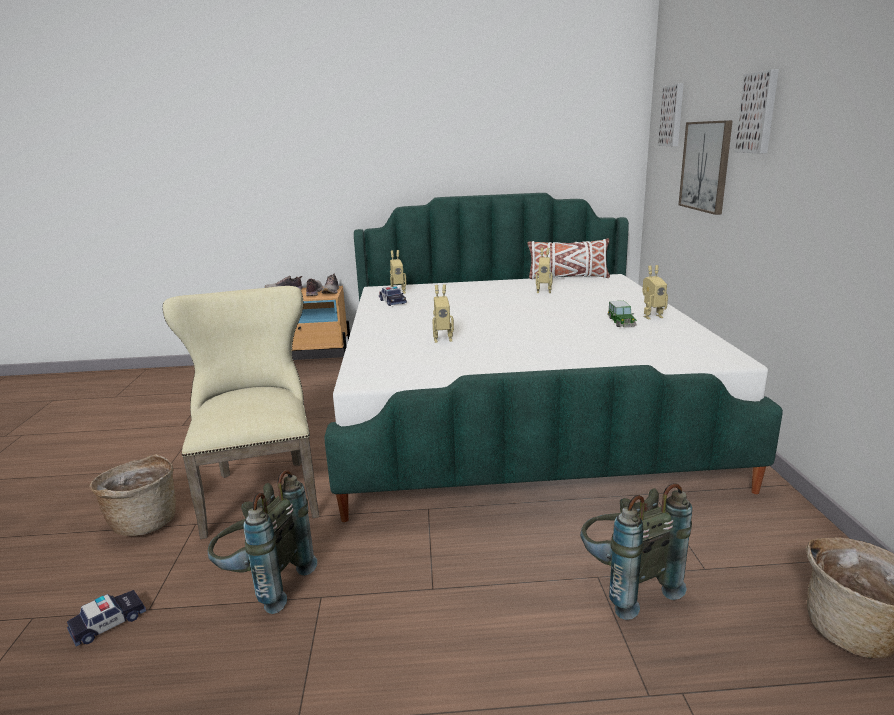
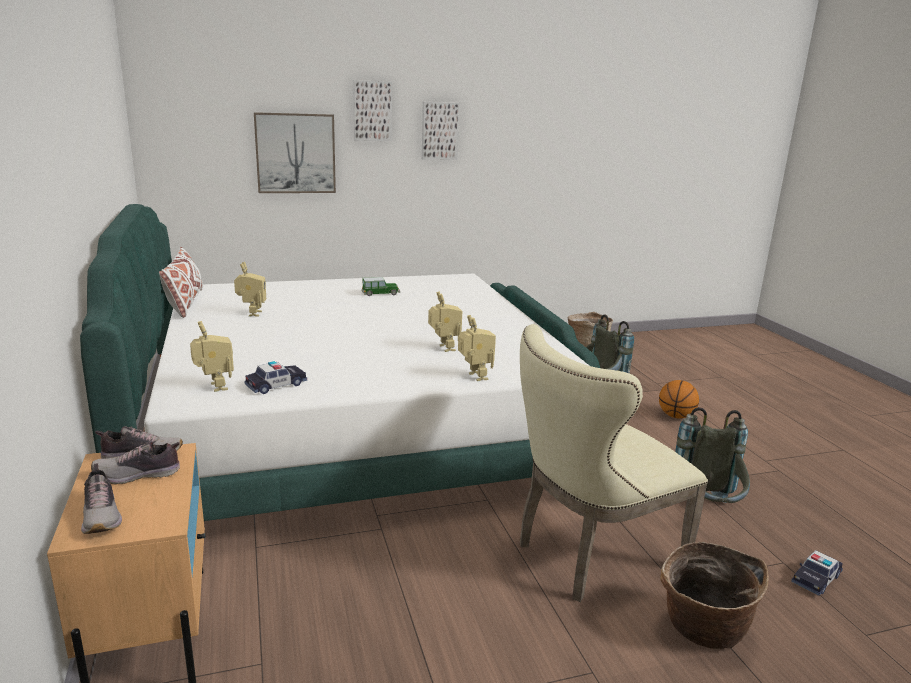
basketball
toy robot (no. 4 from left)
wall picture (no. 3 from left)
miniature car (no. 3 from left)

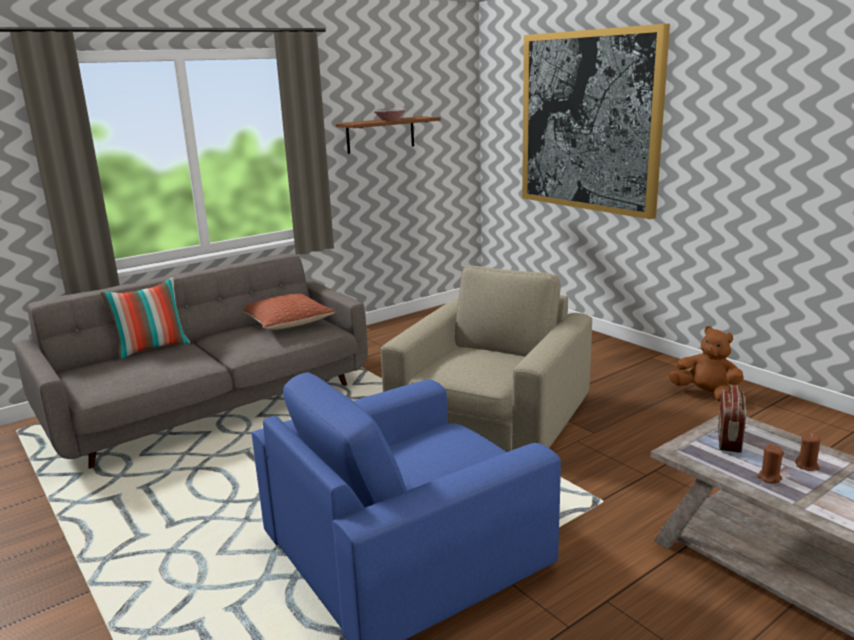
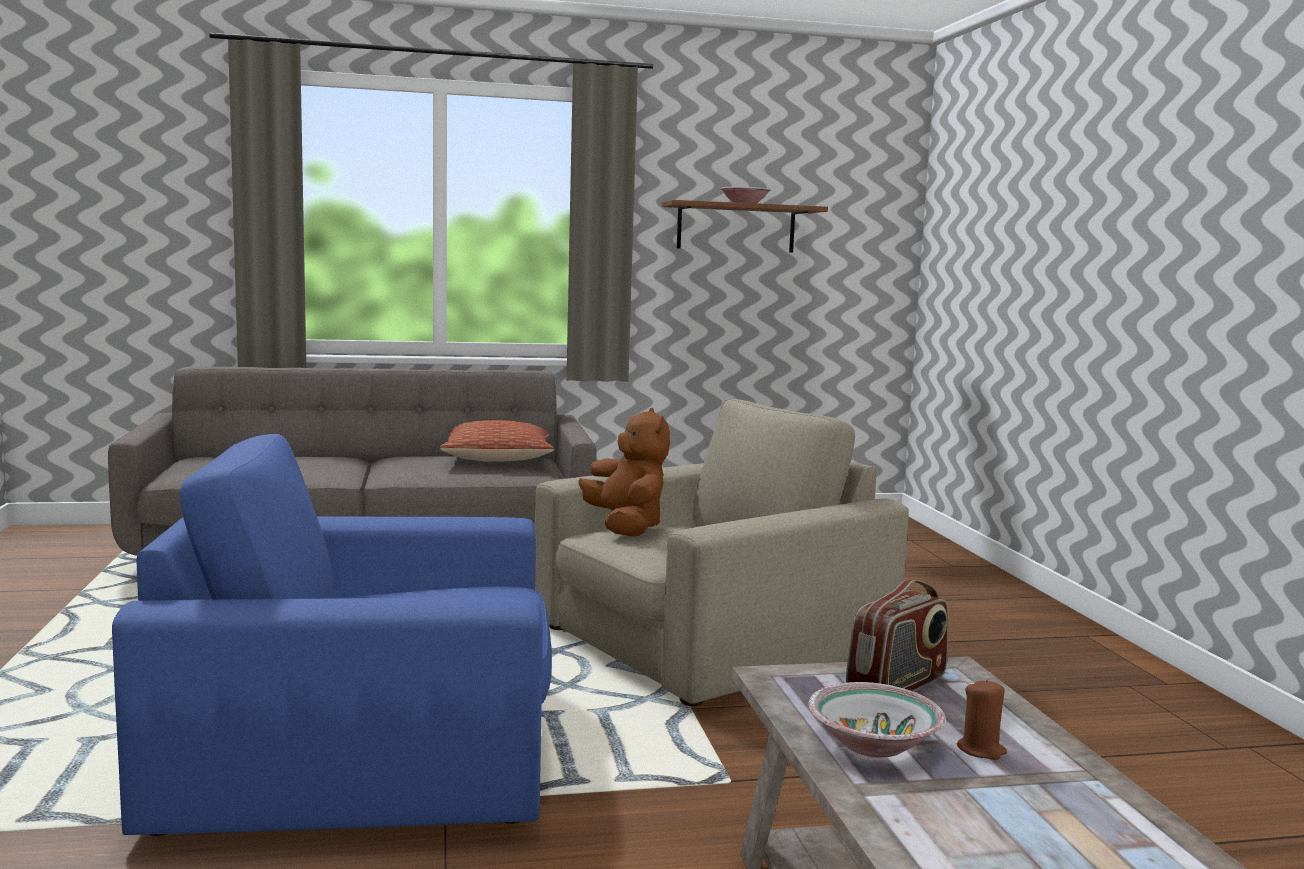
cushion (no. 1 from left in the first image)
wall picture
brownish plush toy
serving bowl (no. 2 from left)

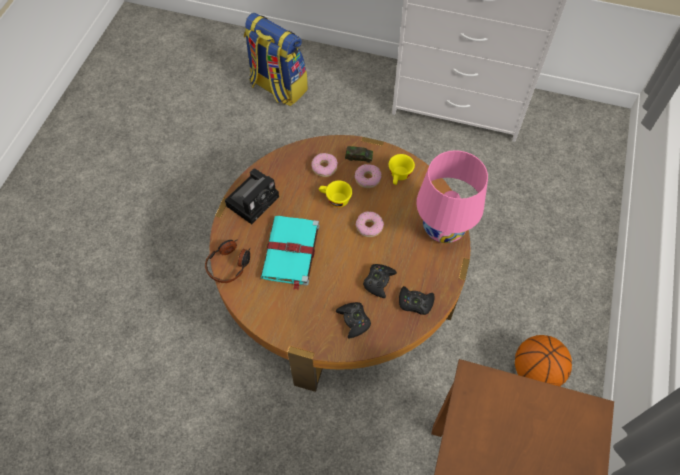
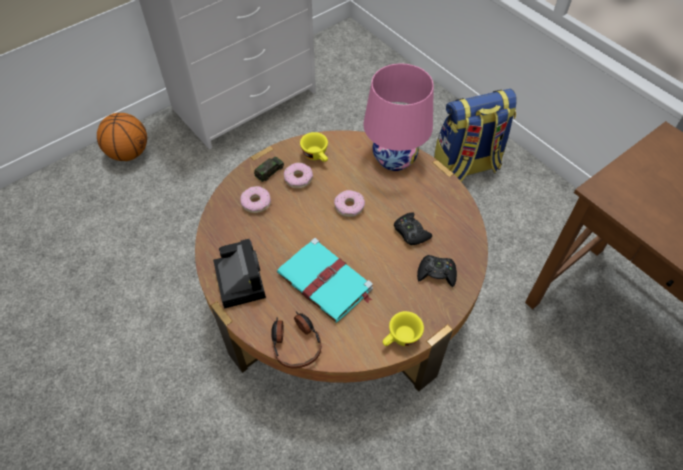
black-coloured gamepad (no. 3 from left in the first image)
rucksack
yellow-coloured drinking cup (no. 2 from left)
basketball

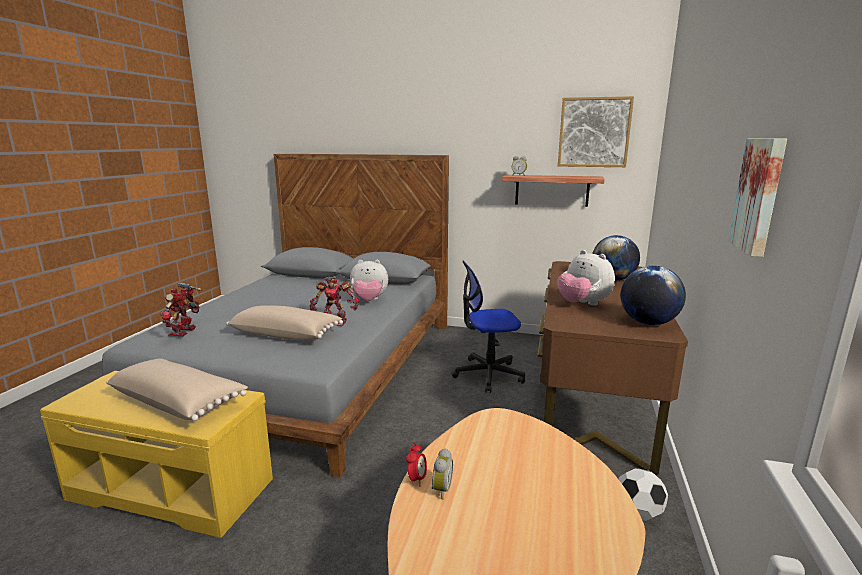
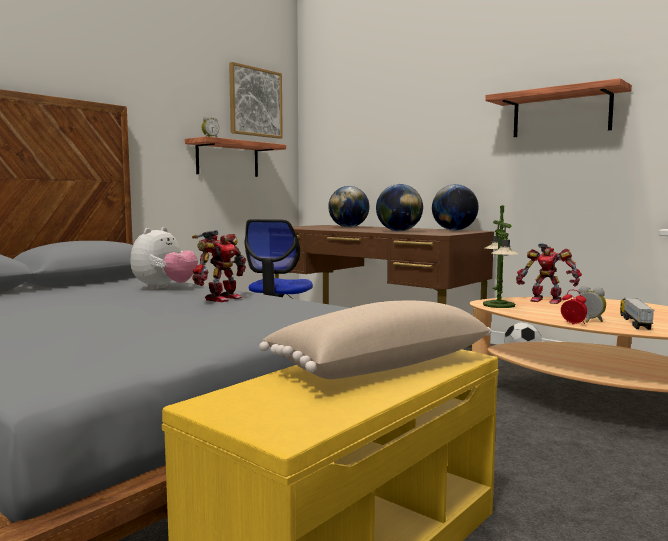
sand-coloured cushion (no. 2 from left in the first image)
lamp for a table
toy lorry
toy robot (no. 2 from left)
desk globe (no. 2 from left)
wall shelf (no. 2 from left)

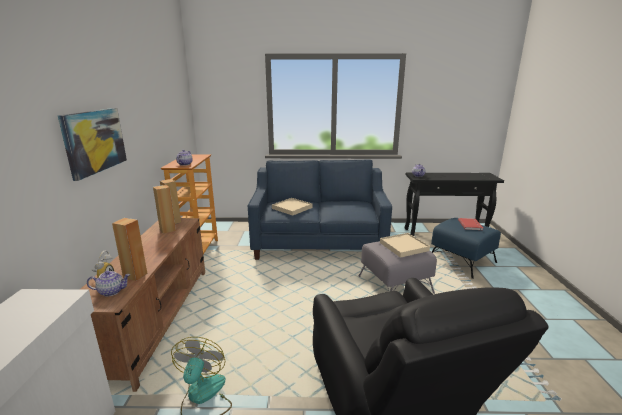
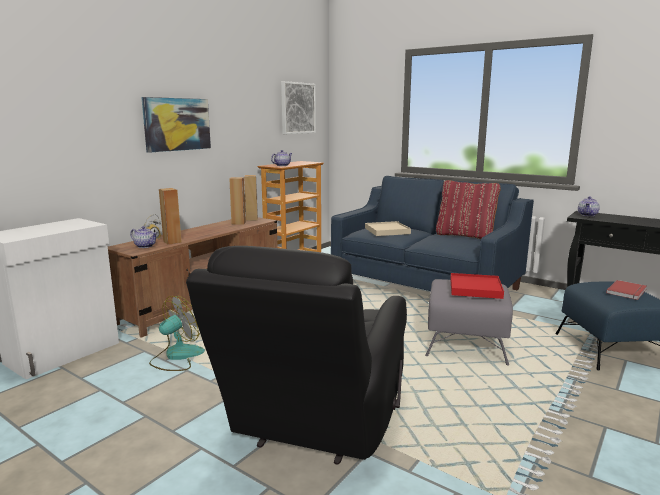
wall picture (no. 2 from left)
red-coloured cushion
red-coloured carrying tray

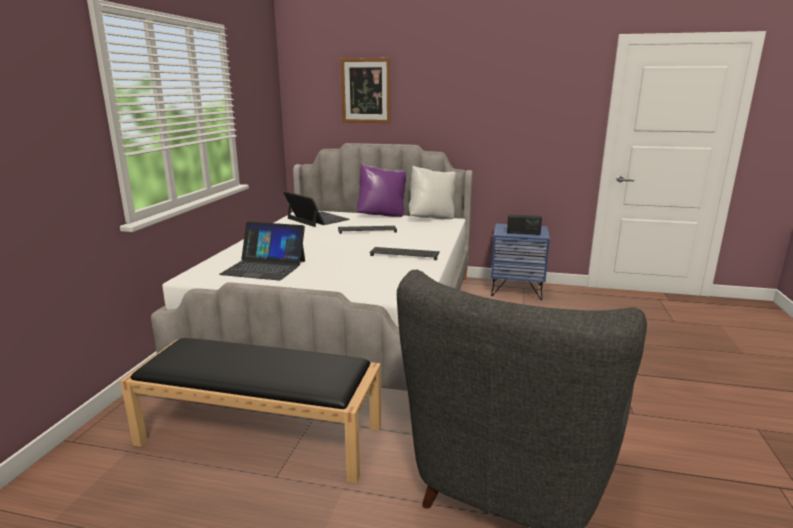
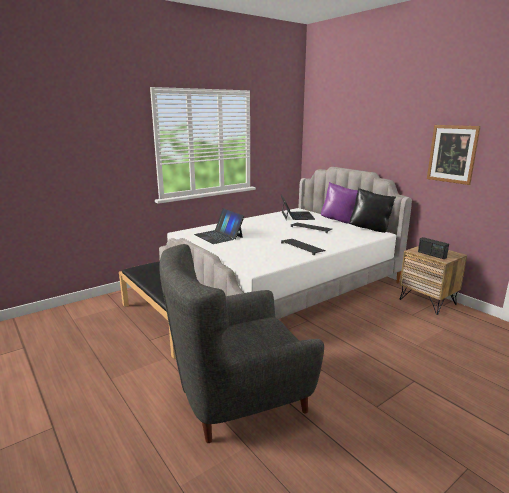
wall picture
black-coloured cushion
brownish bedside table

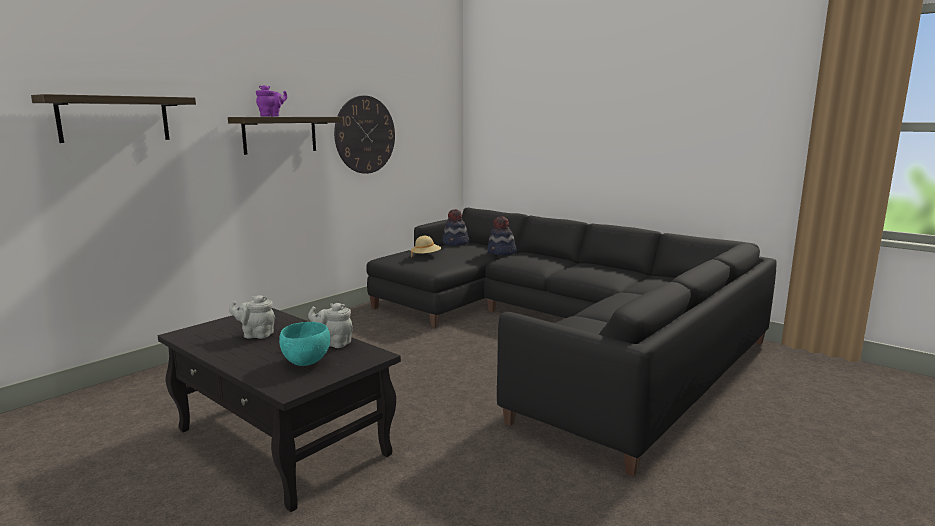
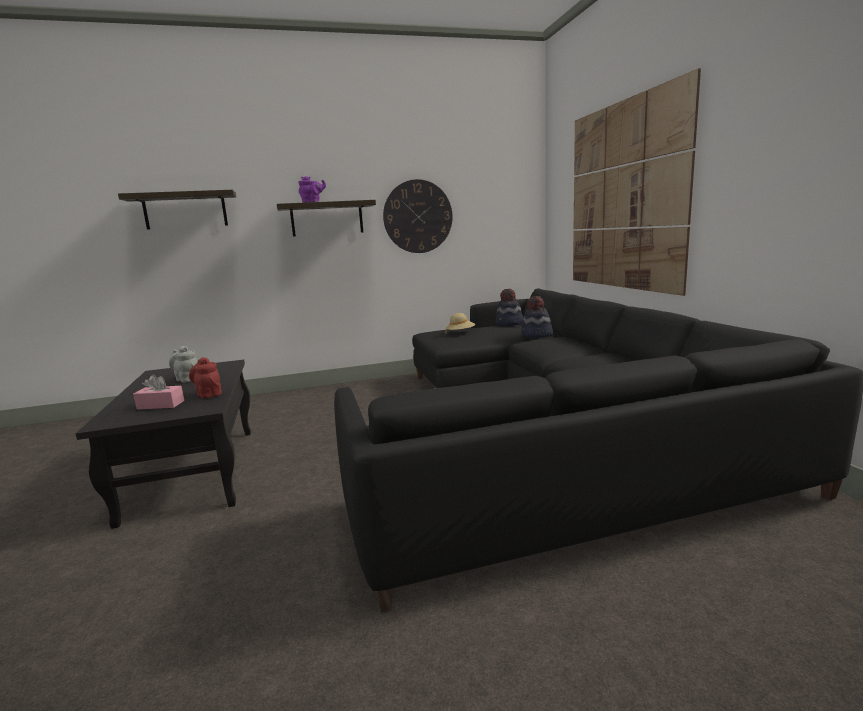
wall picture
pink-coloured tissue holder
red-coloured teapot

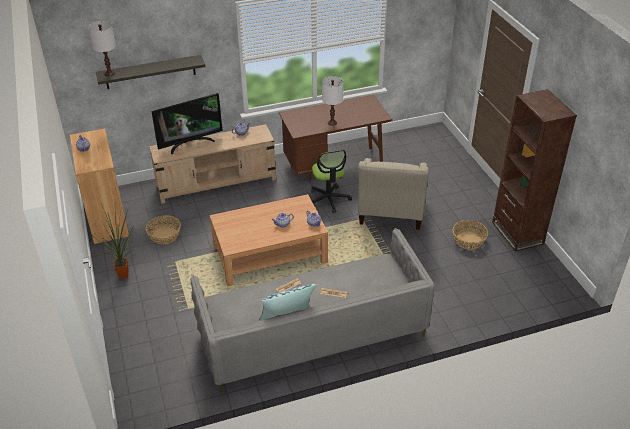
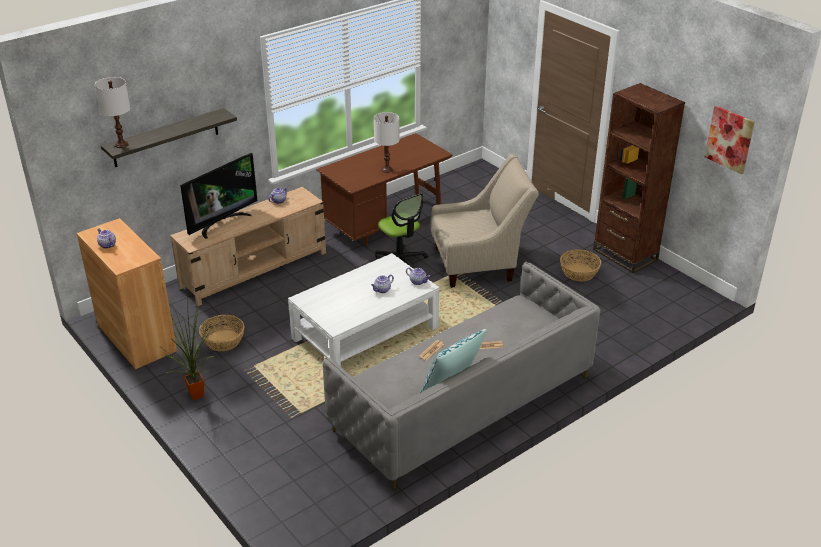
wall picture
white low table
sand-coloured easy chair

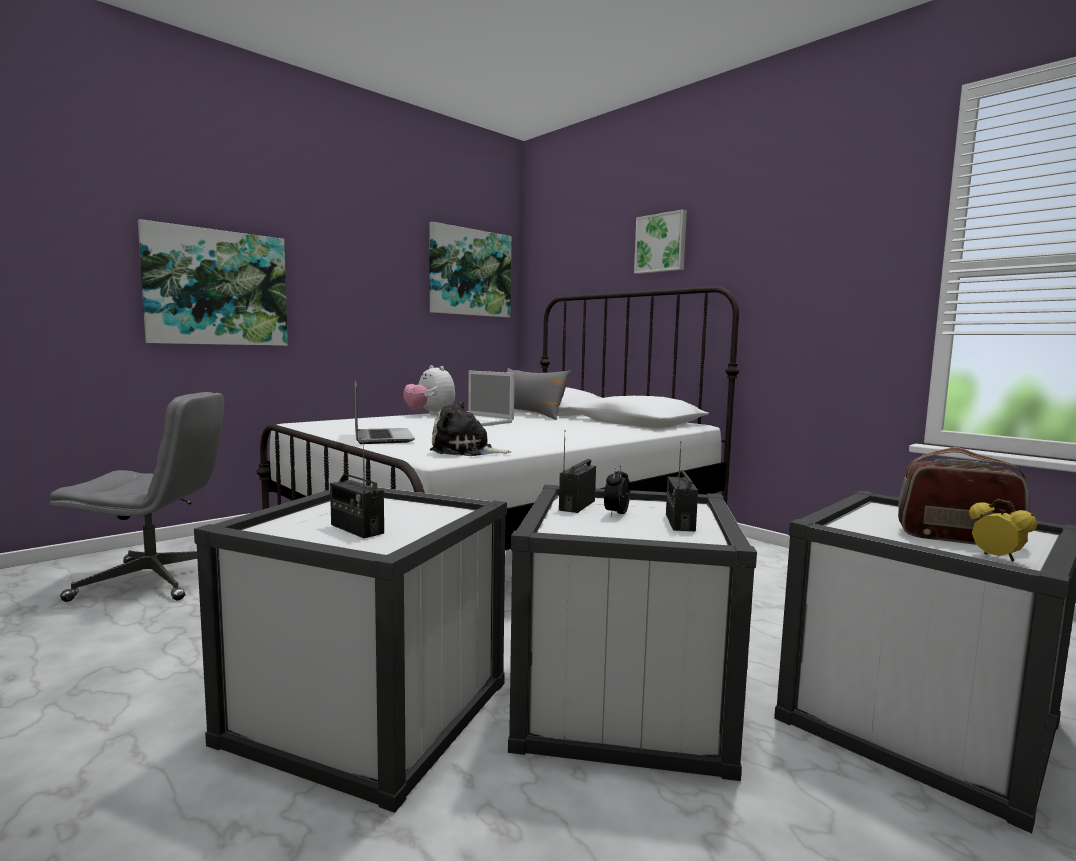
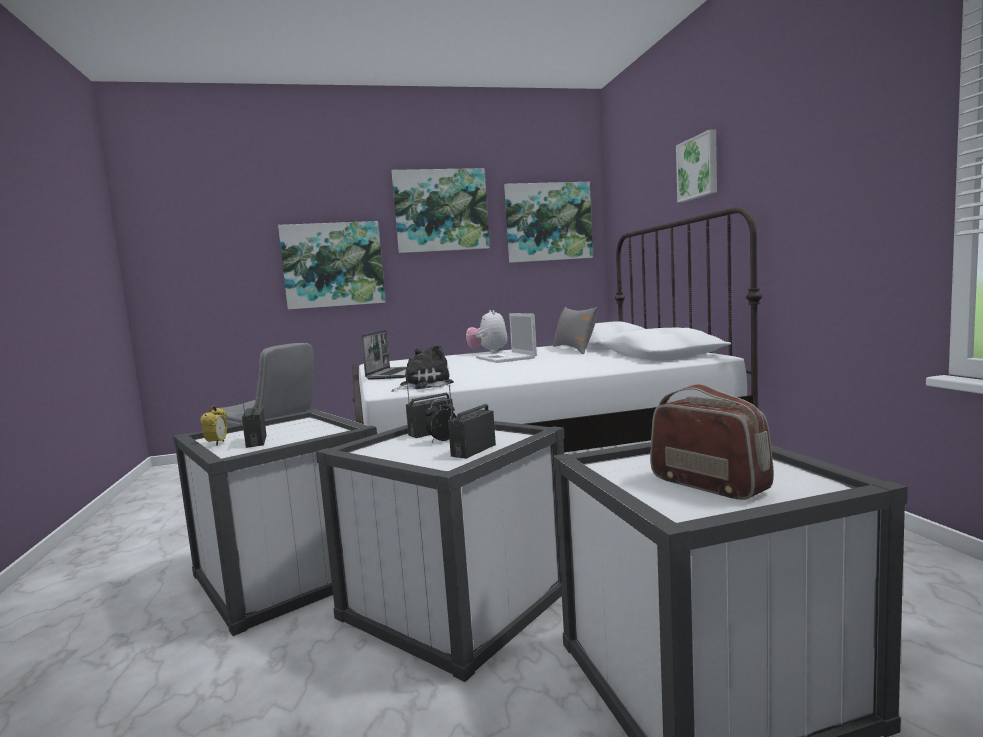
wall picture (no. 2 from left)
alarm clock (no. 1 from left)
plush toy (no. 1 from left)

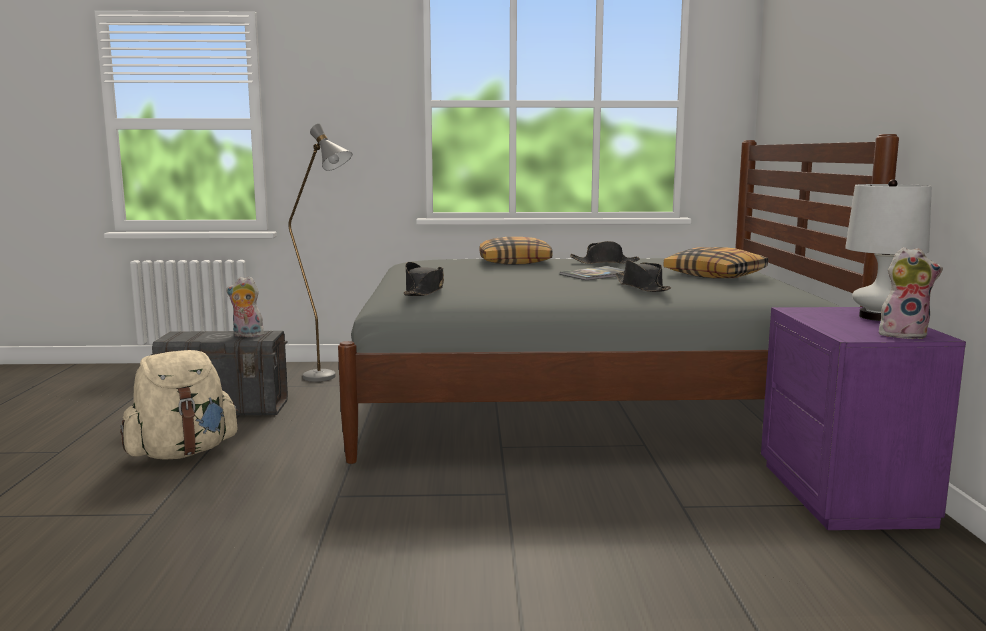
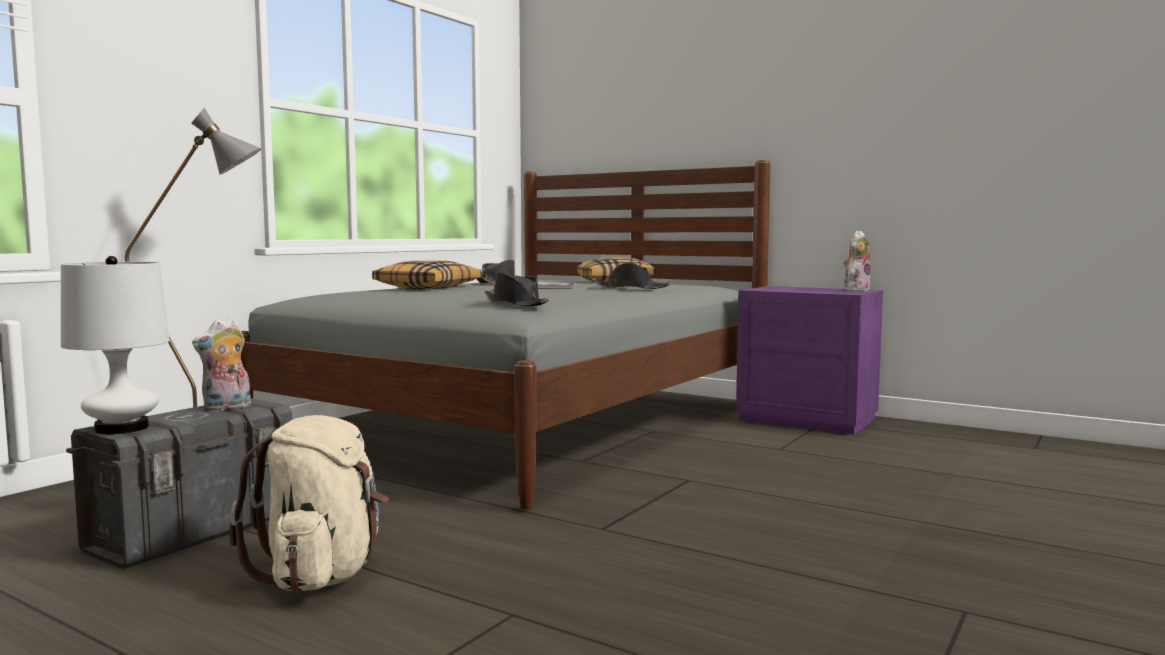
white lamp for a table

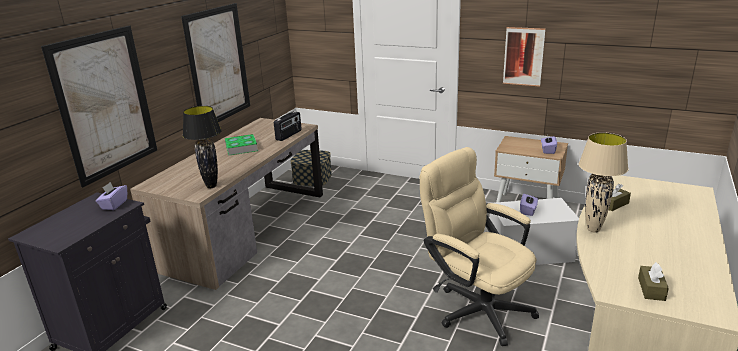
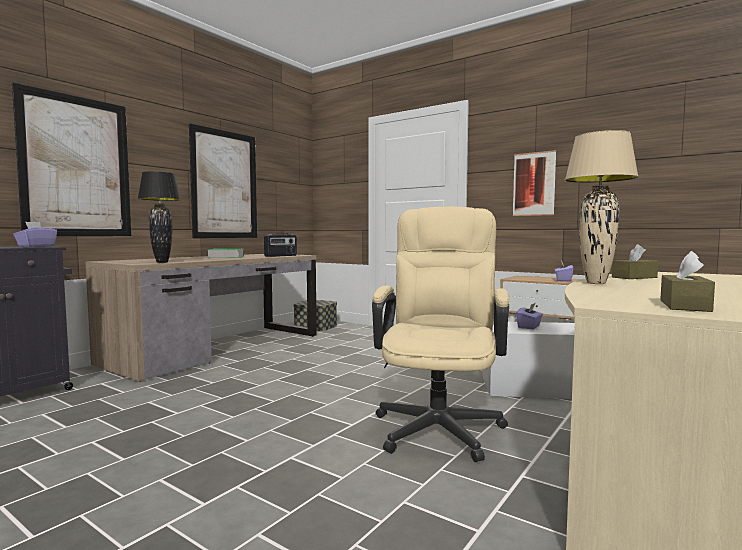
sand-coloured office chair

